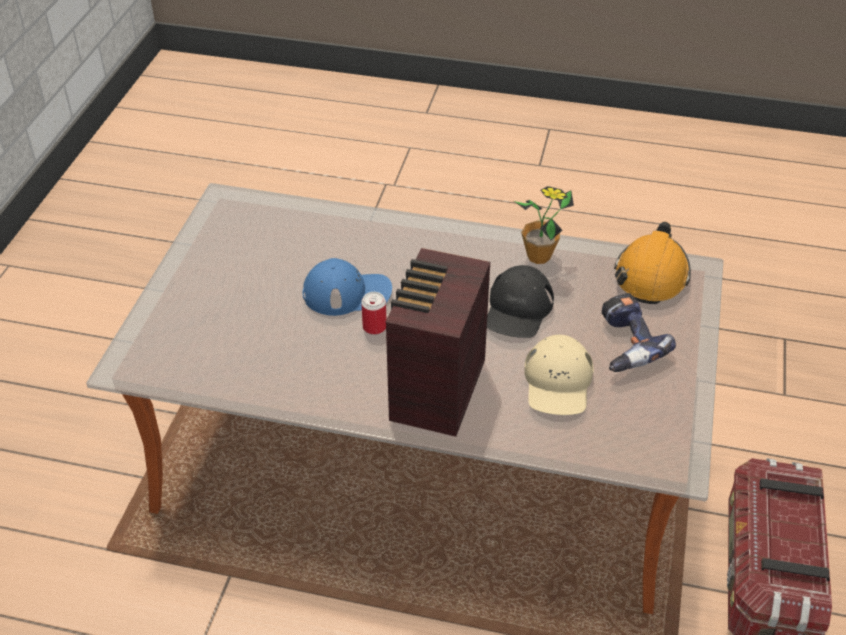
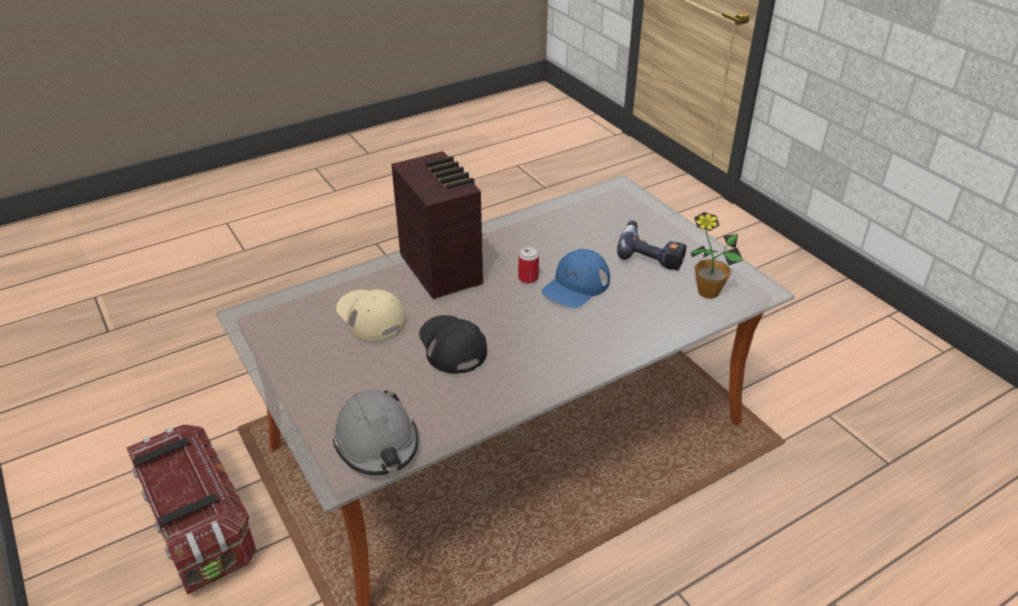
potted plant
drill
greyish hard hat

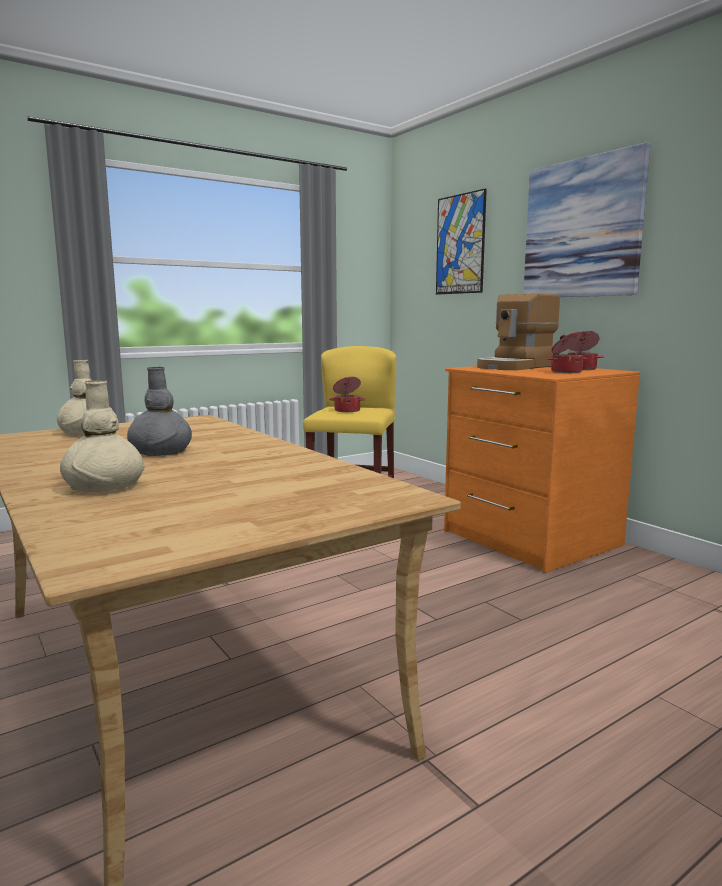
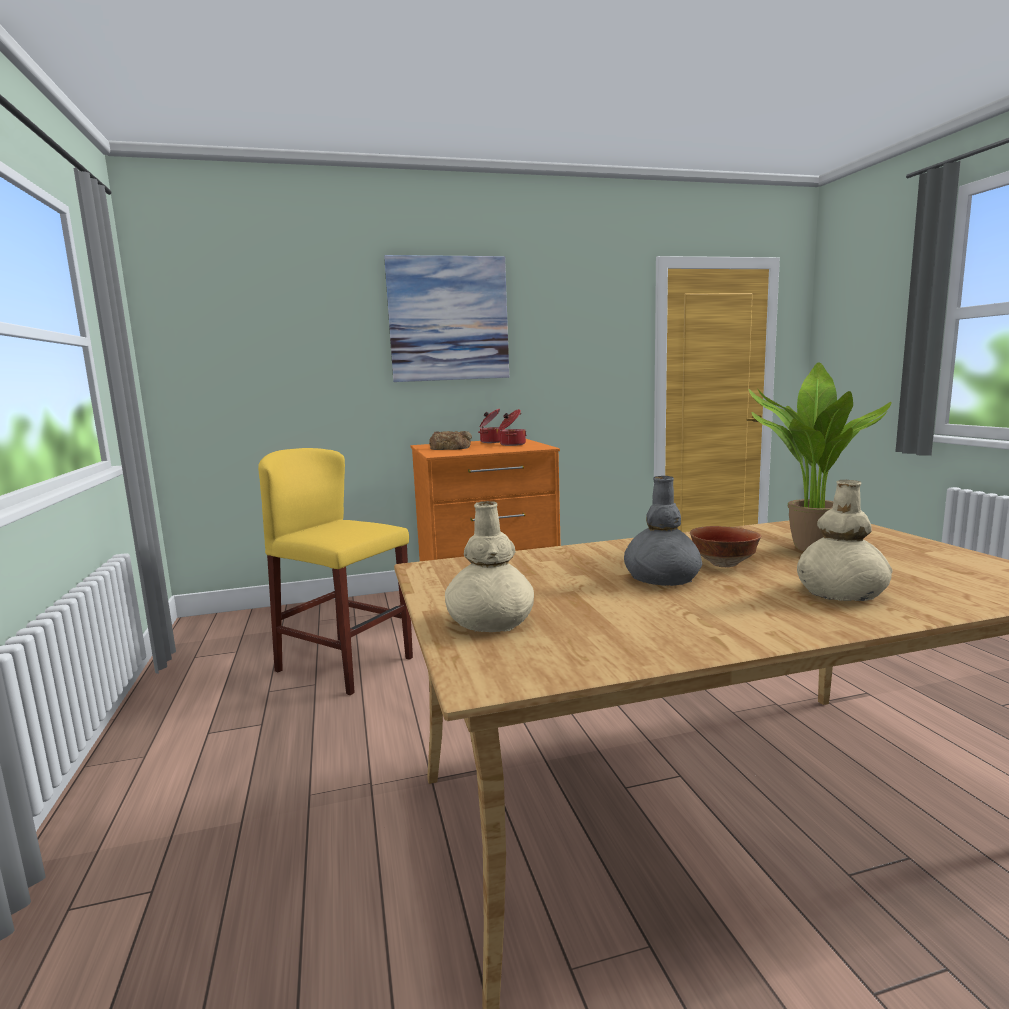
cooking pot (no. 1 from left in the first image)
wall picture (no. 1 from left in the first image)
serving bowl
potted plant
bakery bread

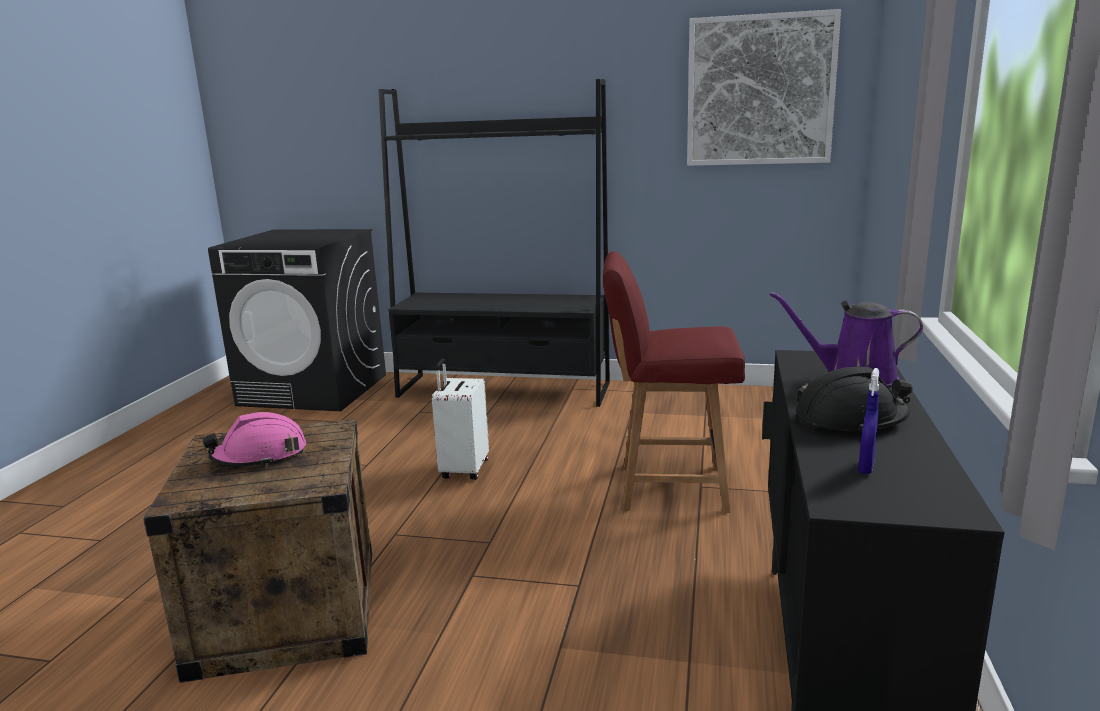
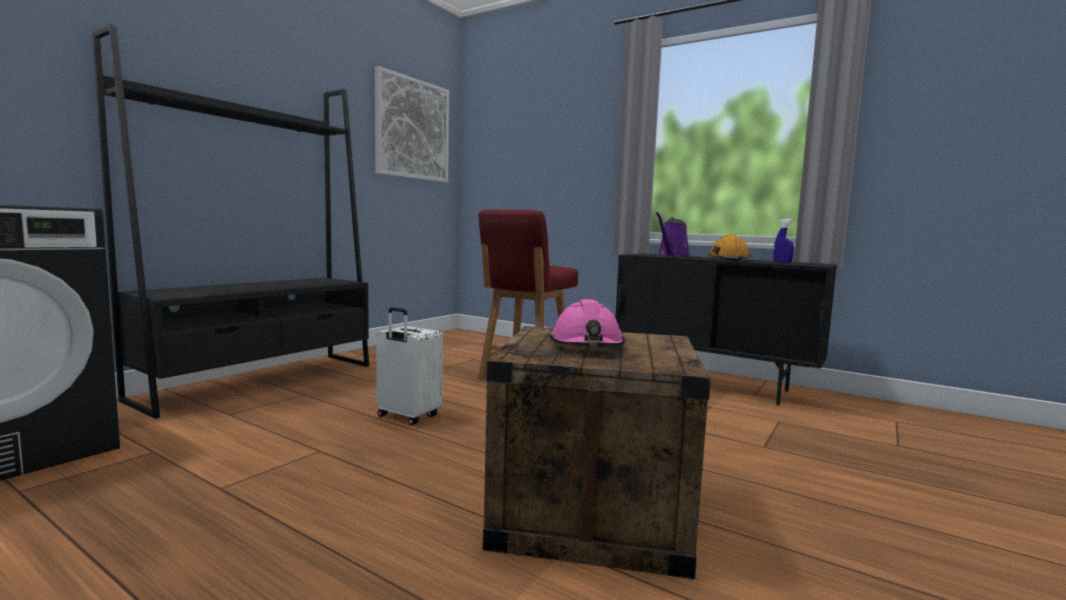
orangey hard hat

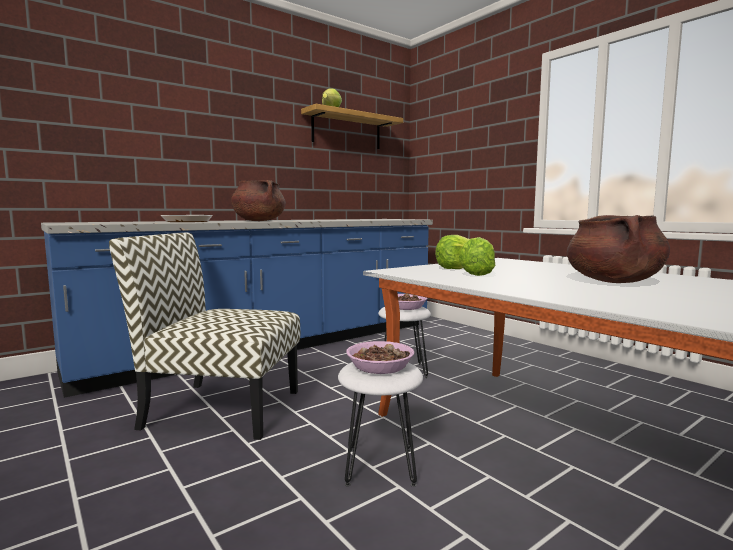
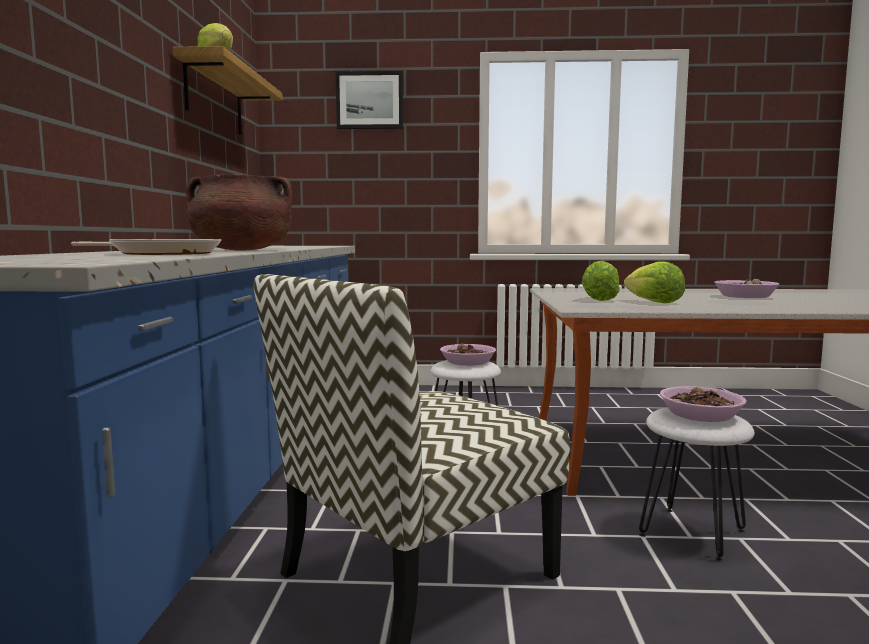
wall picture
serving bowl (no. 3 from left)

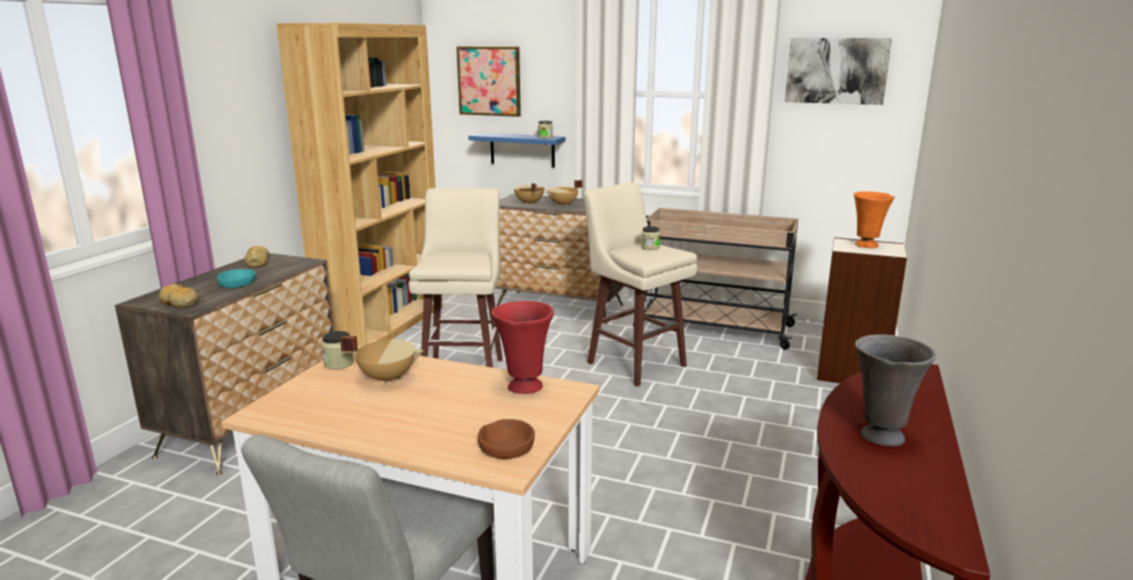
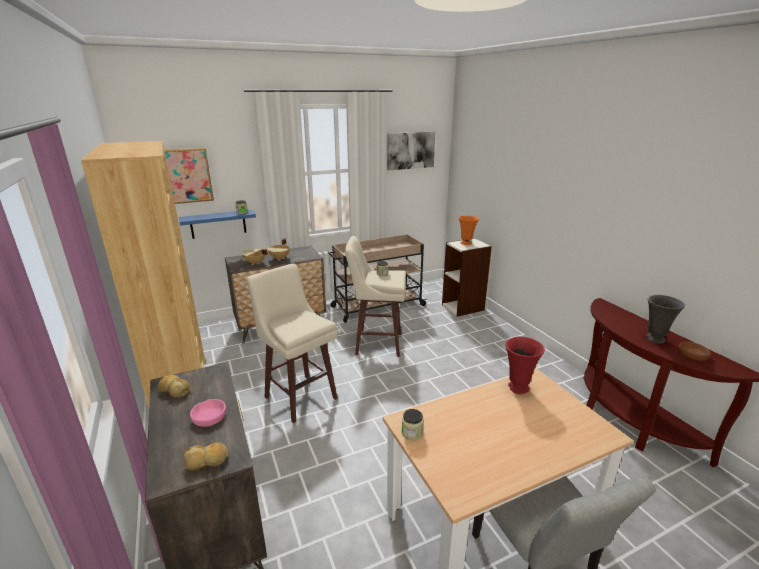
sand-coloured cooking pot (no. 1 from left in the first image)
brownish serving bowl
pink-coloured serving bowl

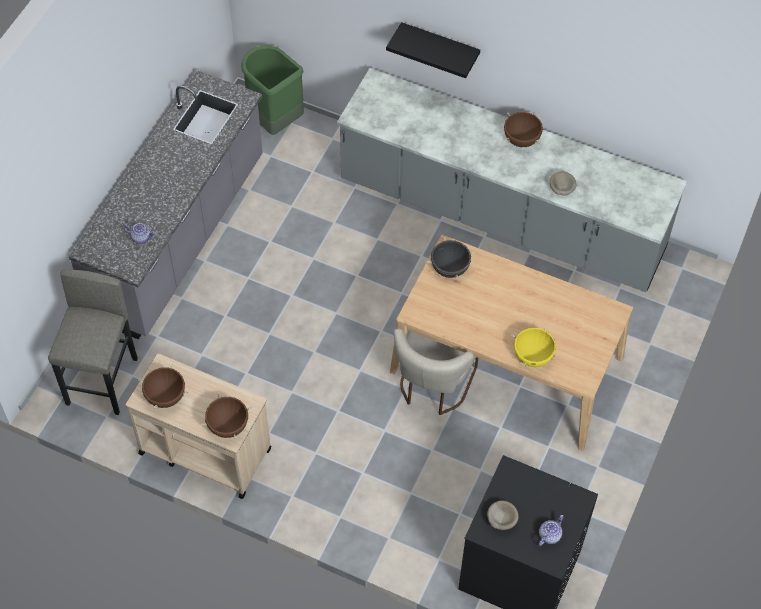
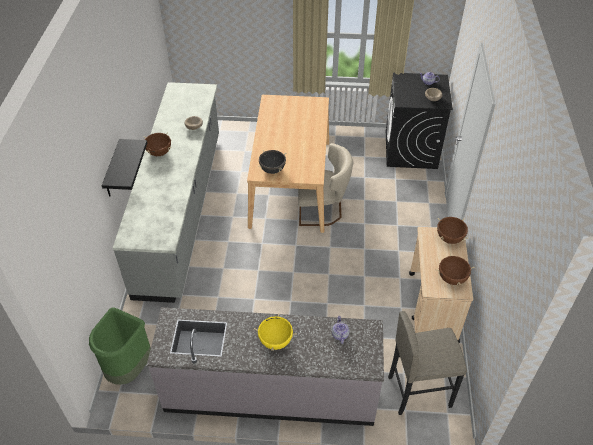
yellow-coloured cooking pot

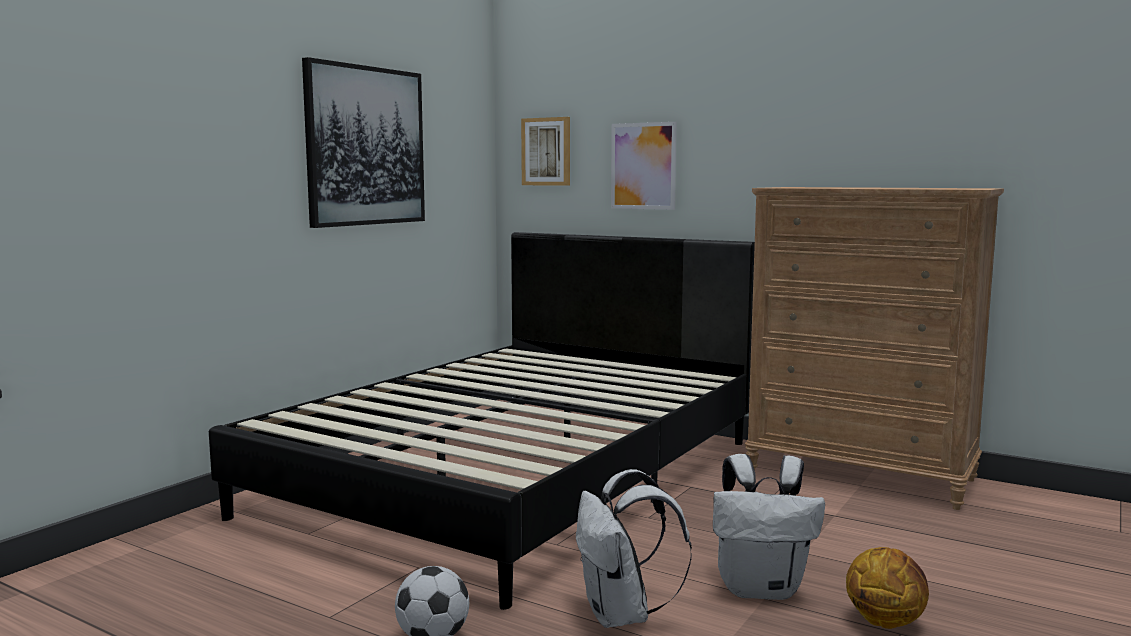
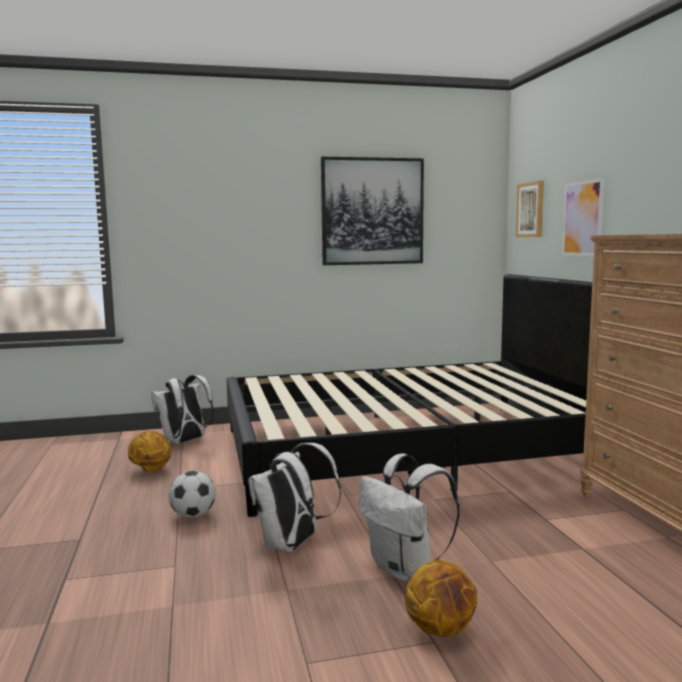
basketball (no. 1 from left)
white rucksack (no. 1 from left)

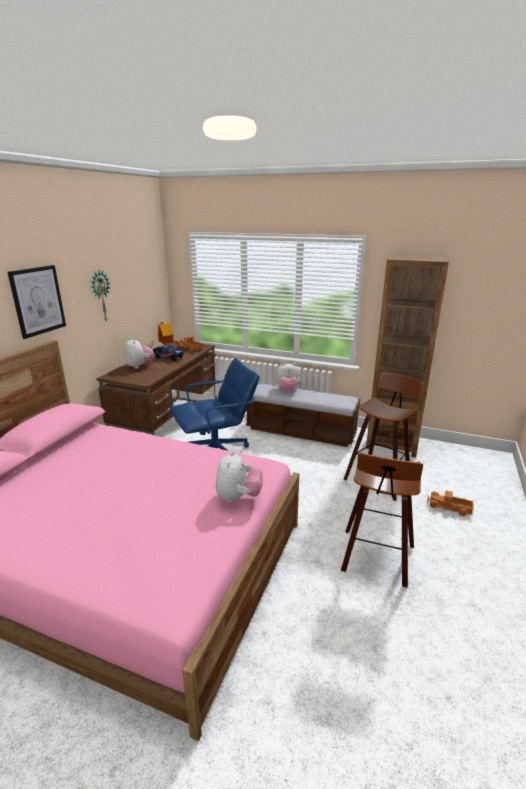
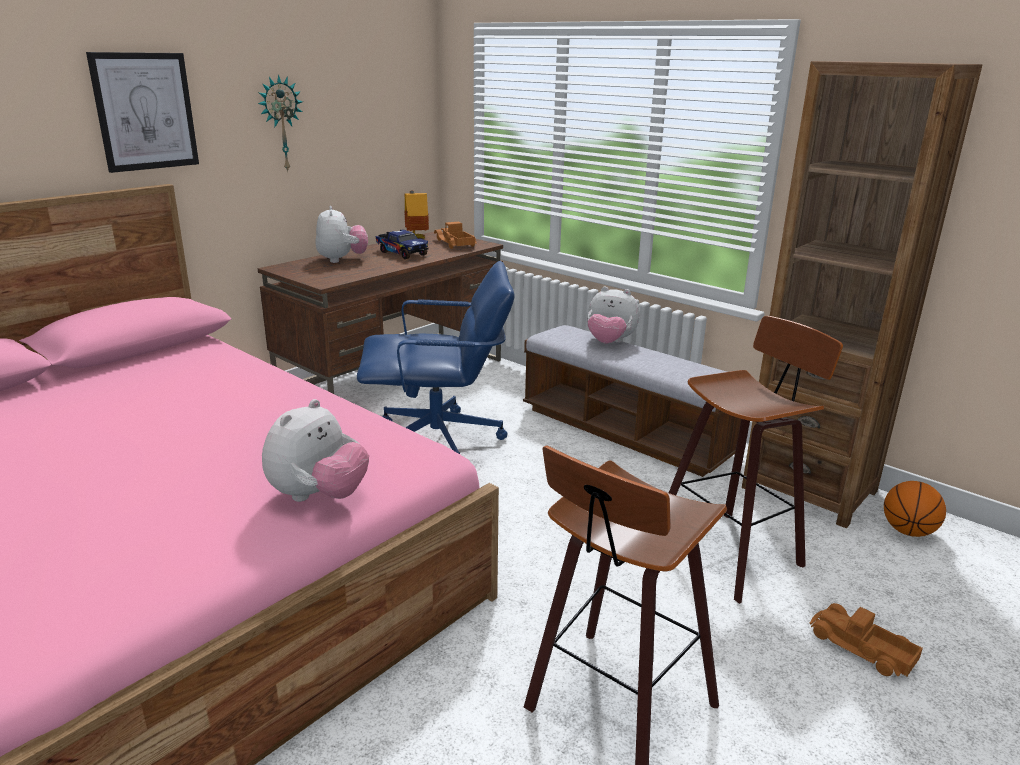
basketball

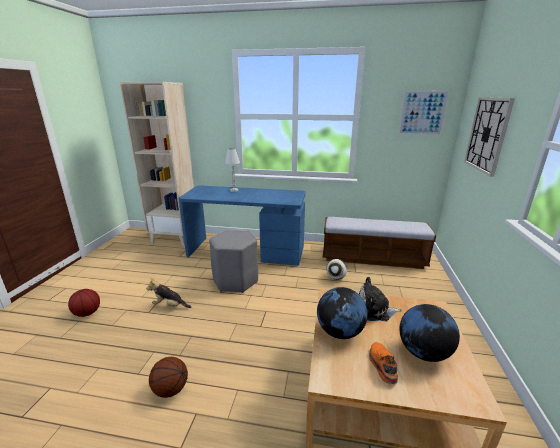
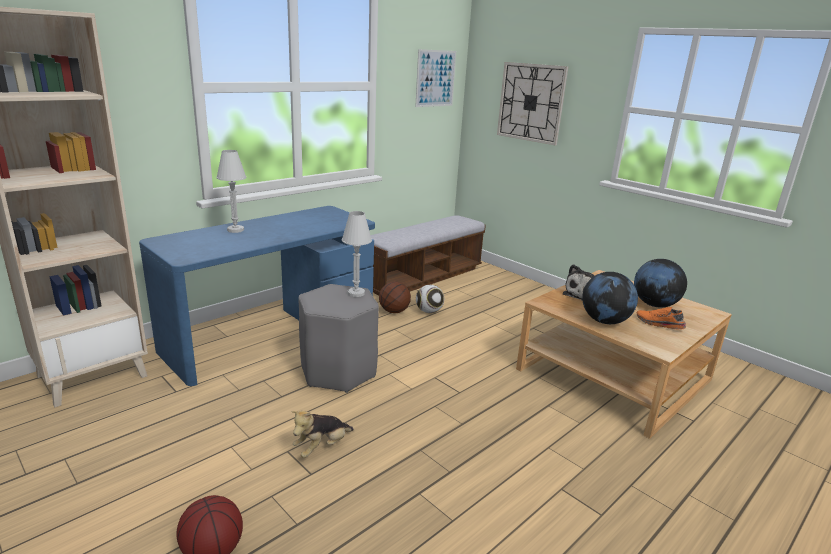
white lamp for a table (no. 2 from left)
basketball (no. 2 from left)

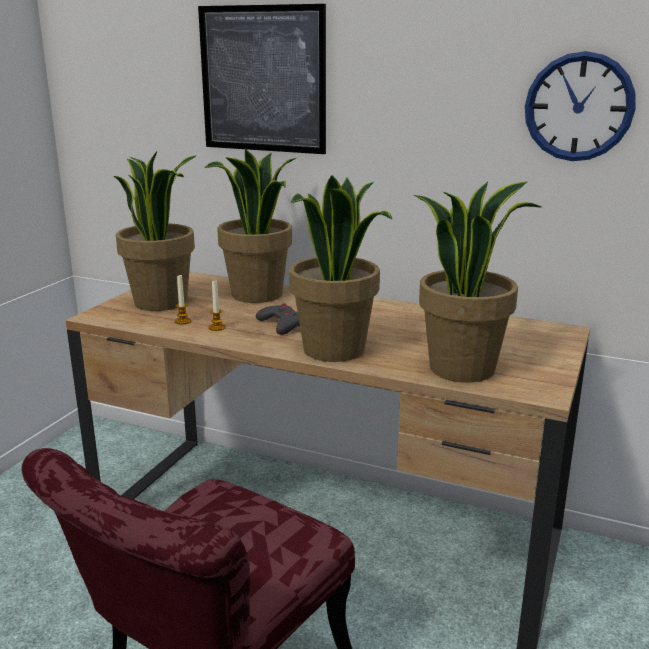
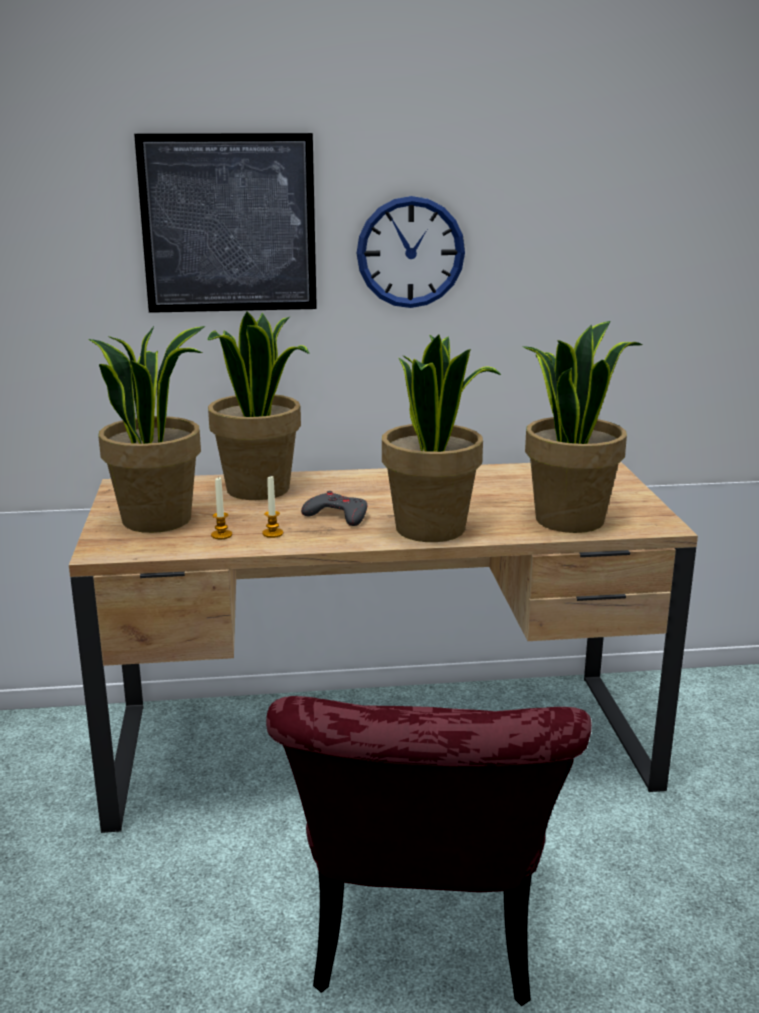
wall clock

